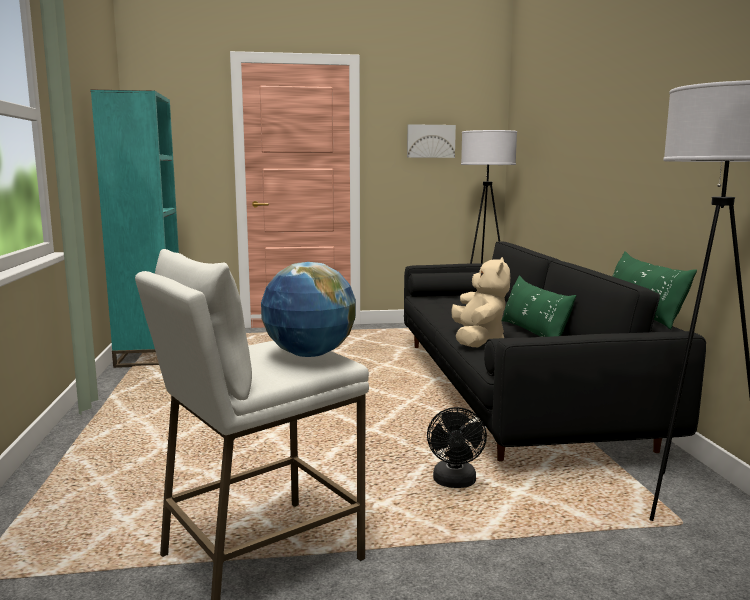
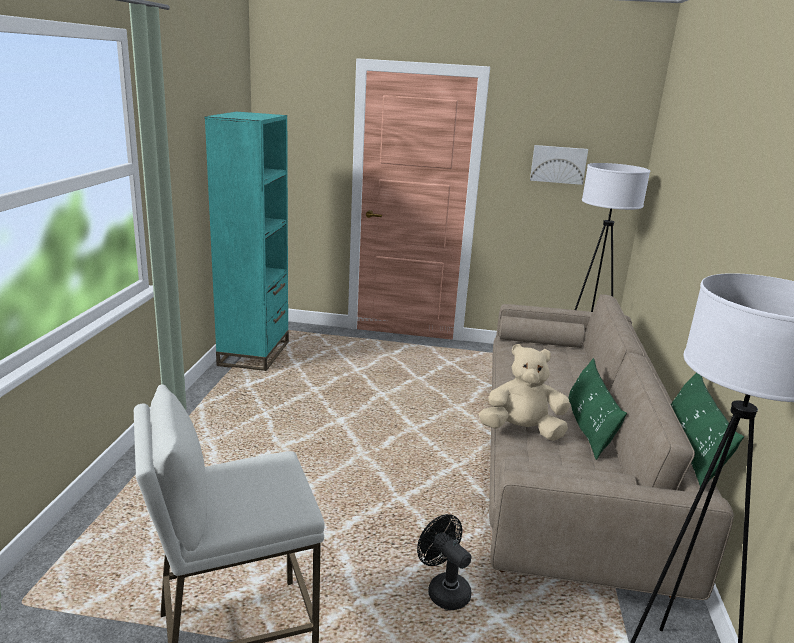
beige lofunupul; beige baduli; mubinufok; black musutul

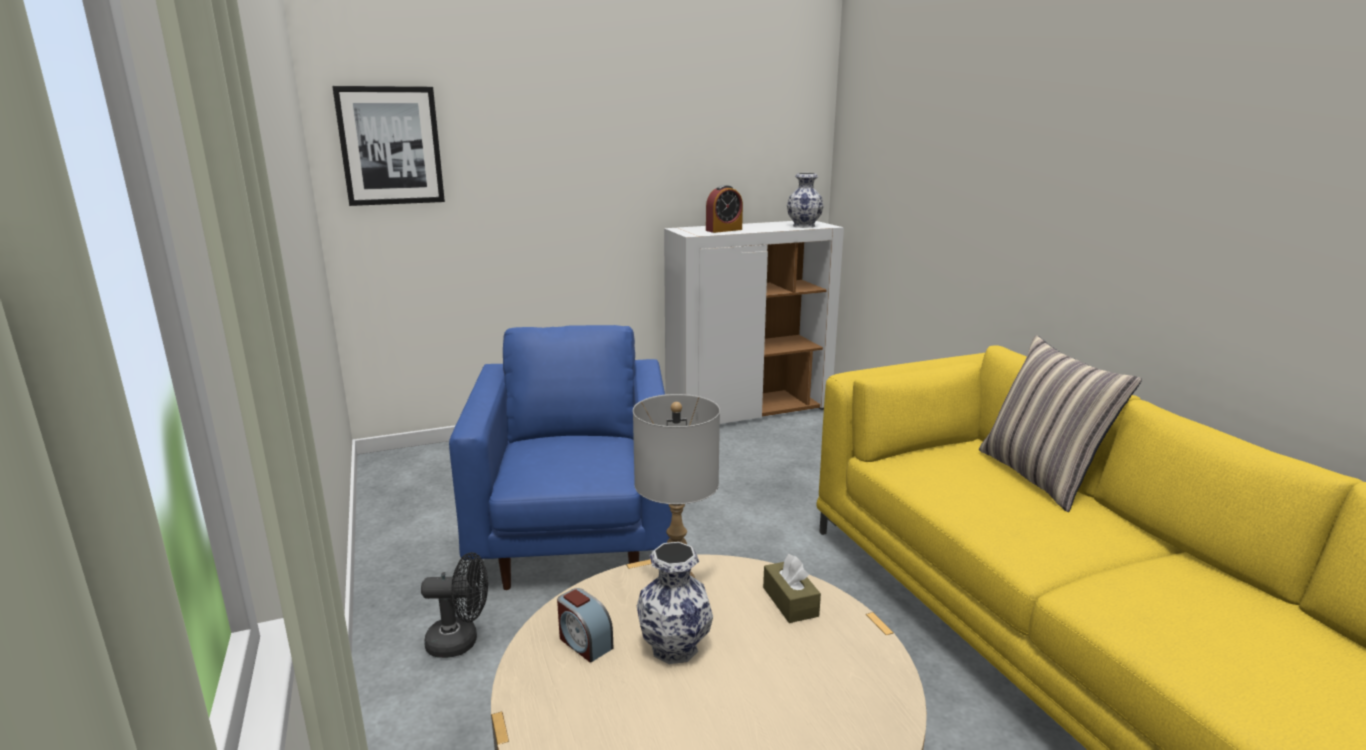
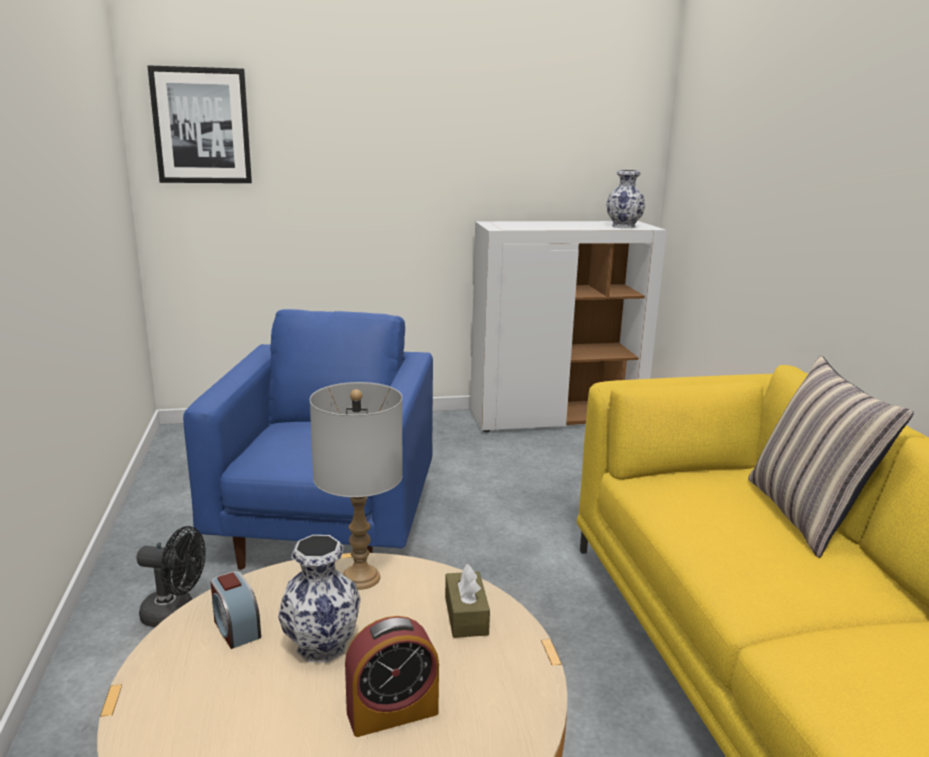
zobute (no. 2 from left)

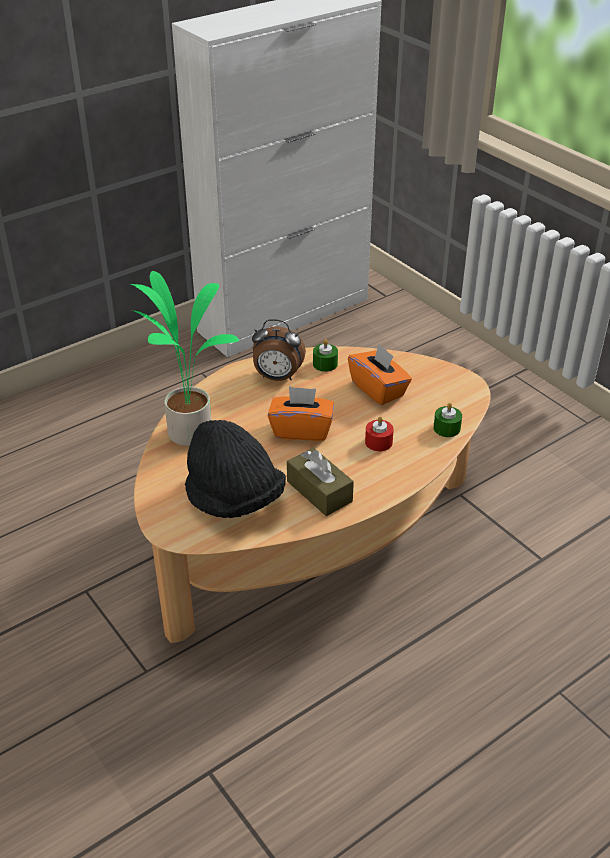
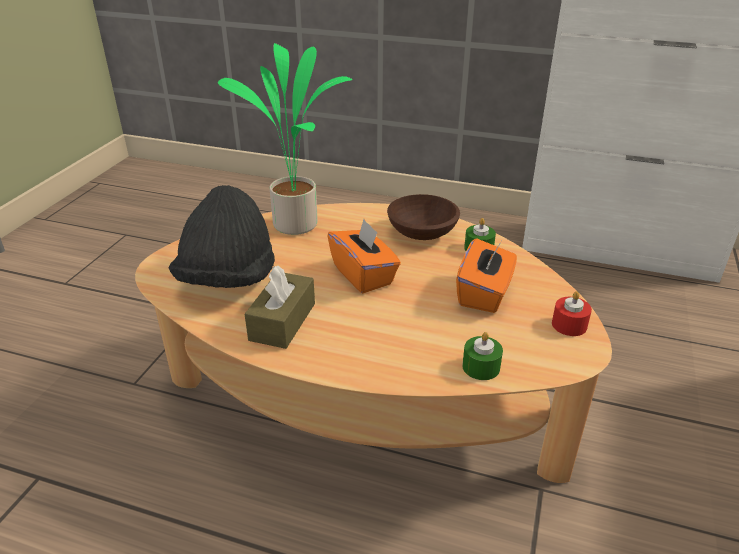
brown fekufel; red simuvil

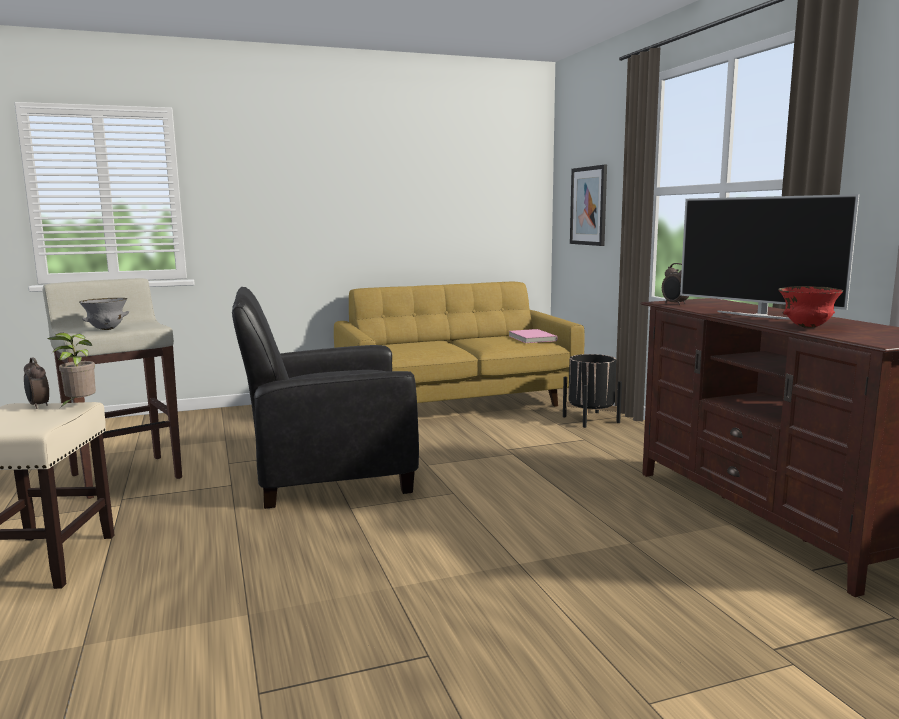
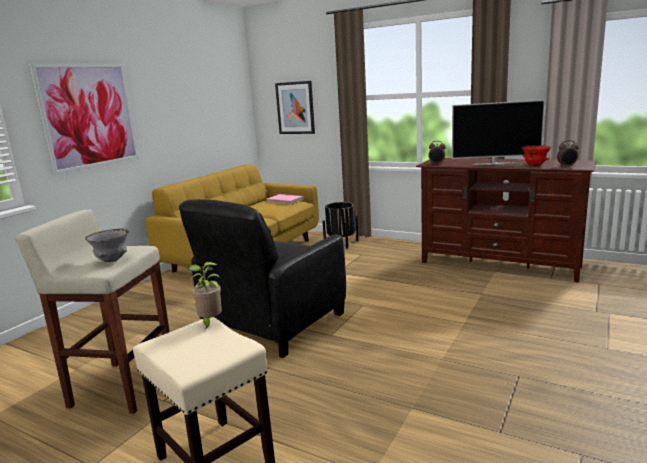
zobute (no. 2 from left); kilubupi (no. 1 from left)

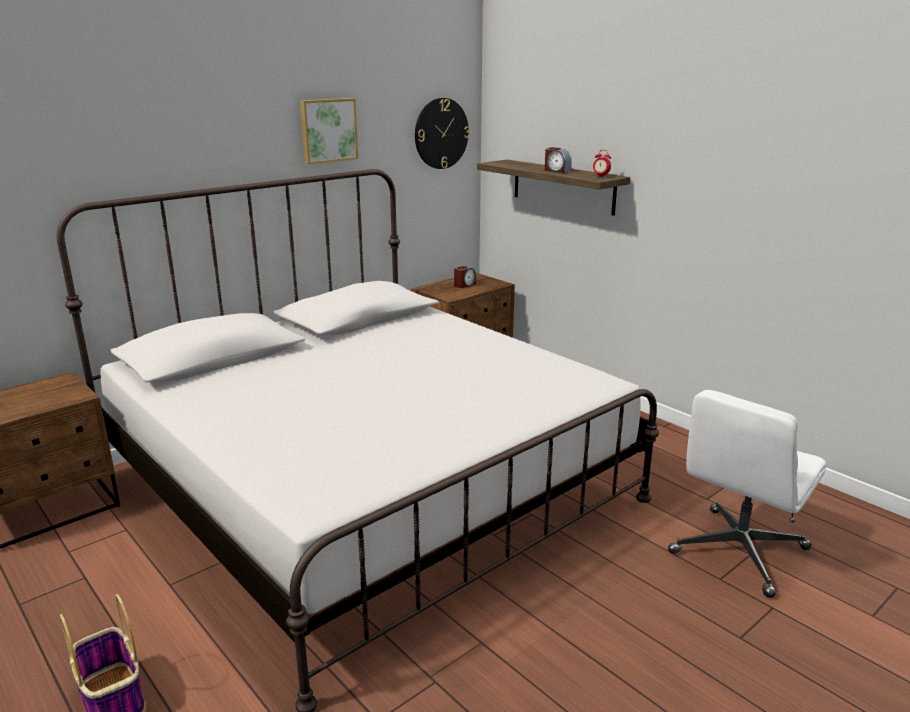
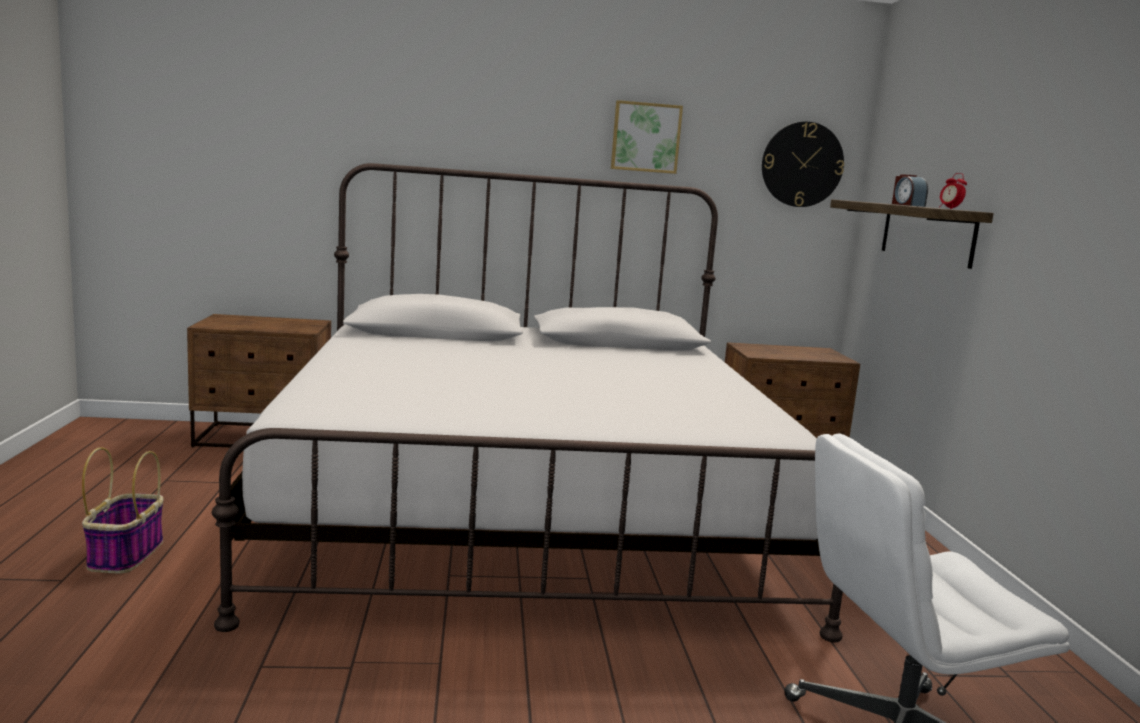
zobute (no. 1 from left in the first image)

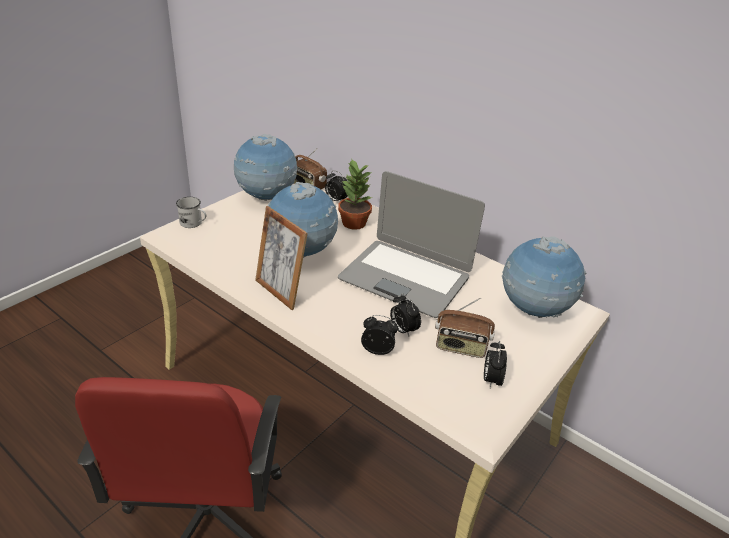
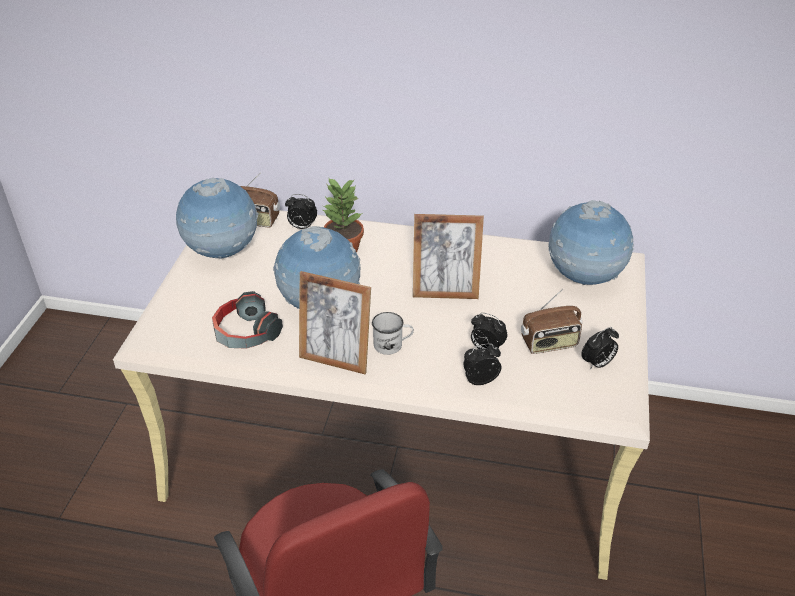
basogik (no. 2 from left); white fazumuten; zobute (no. 4 from left); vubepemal

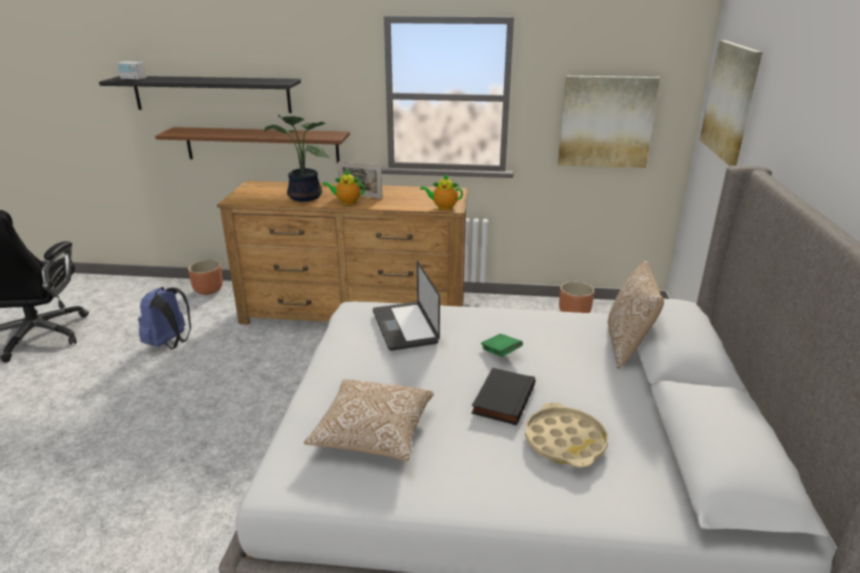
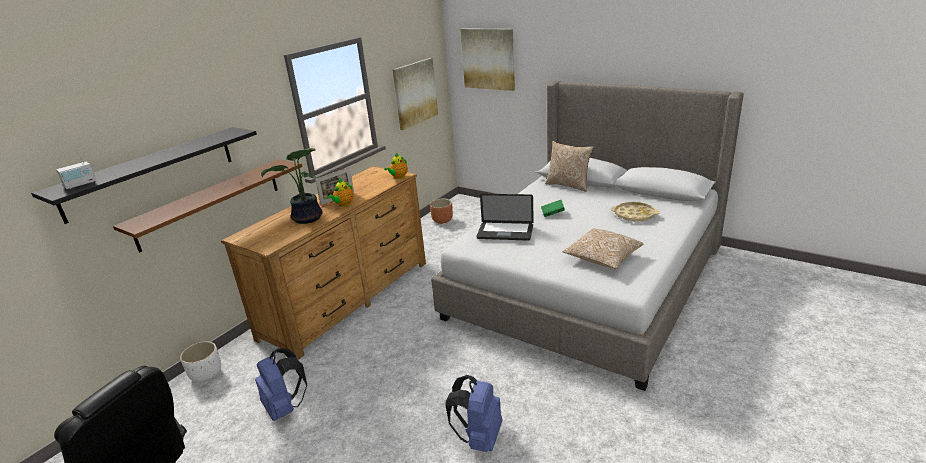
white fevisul; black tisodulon; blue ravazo (no. 2 from left)

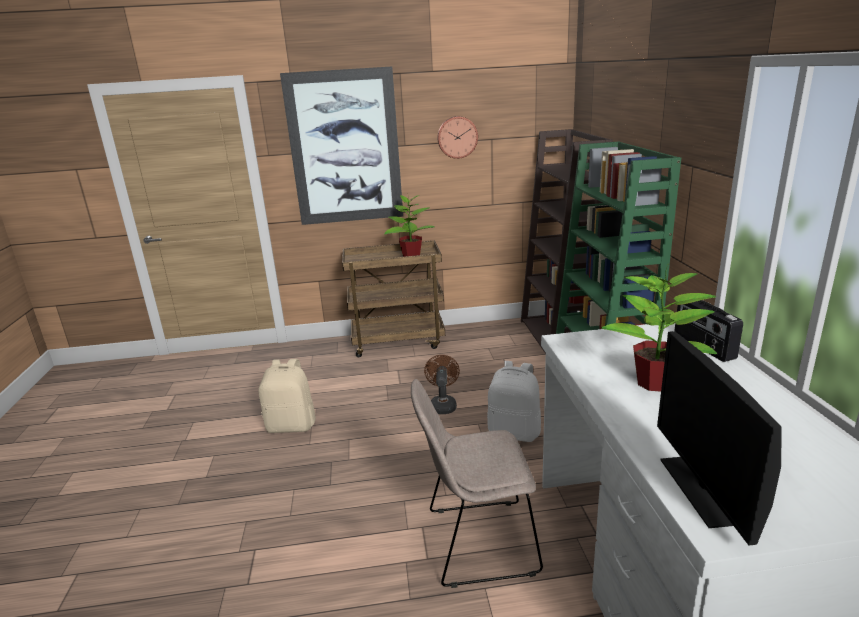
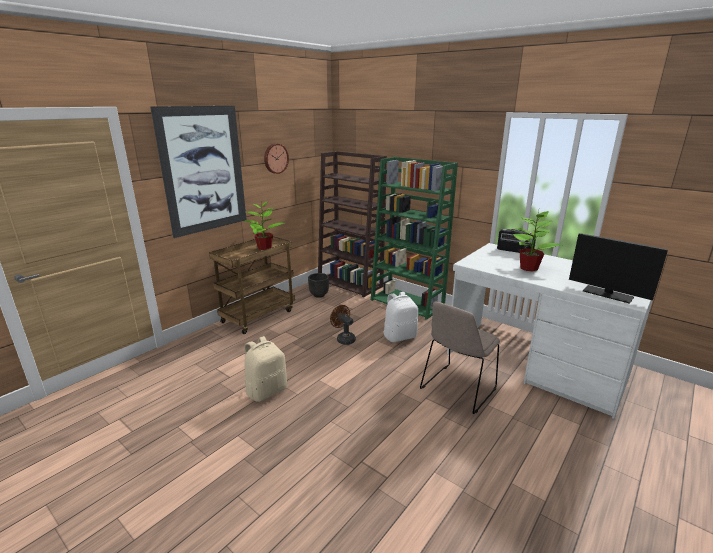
black fevisul

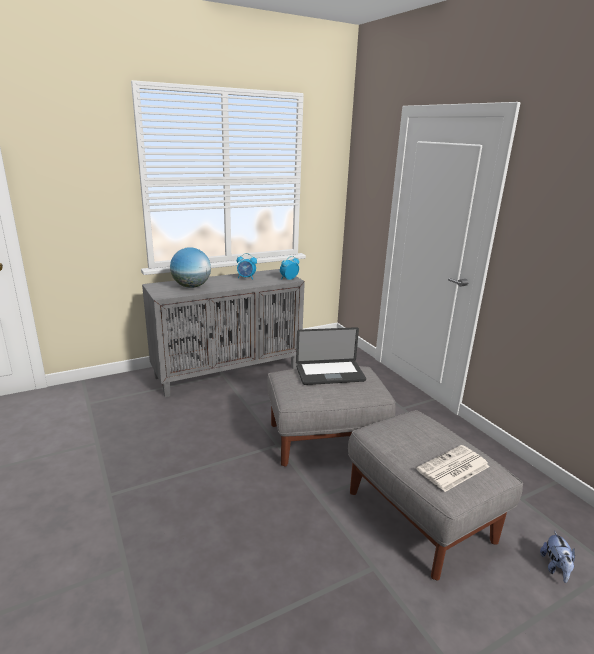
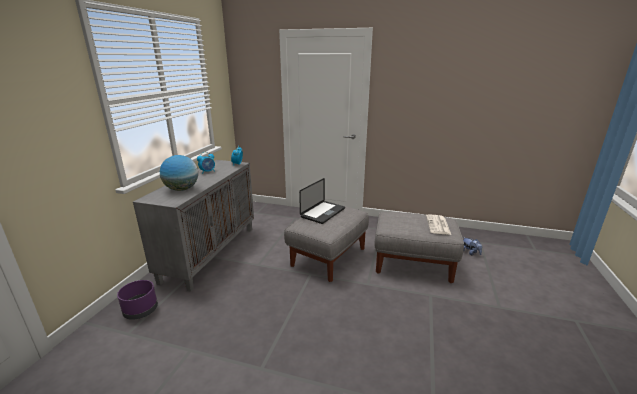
purple fevisul

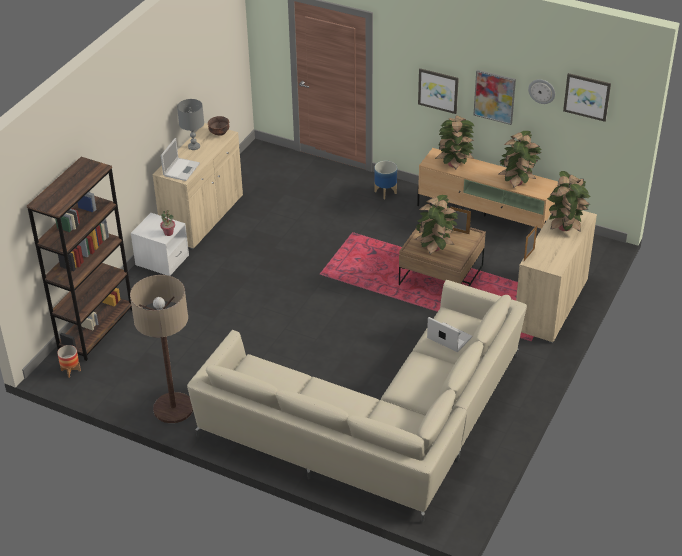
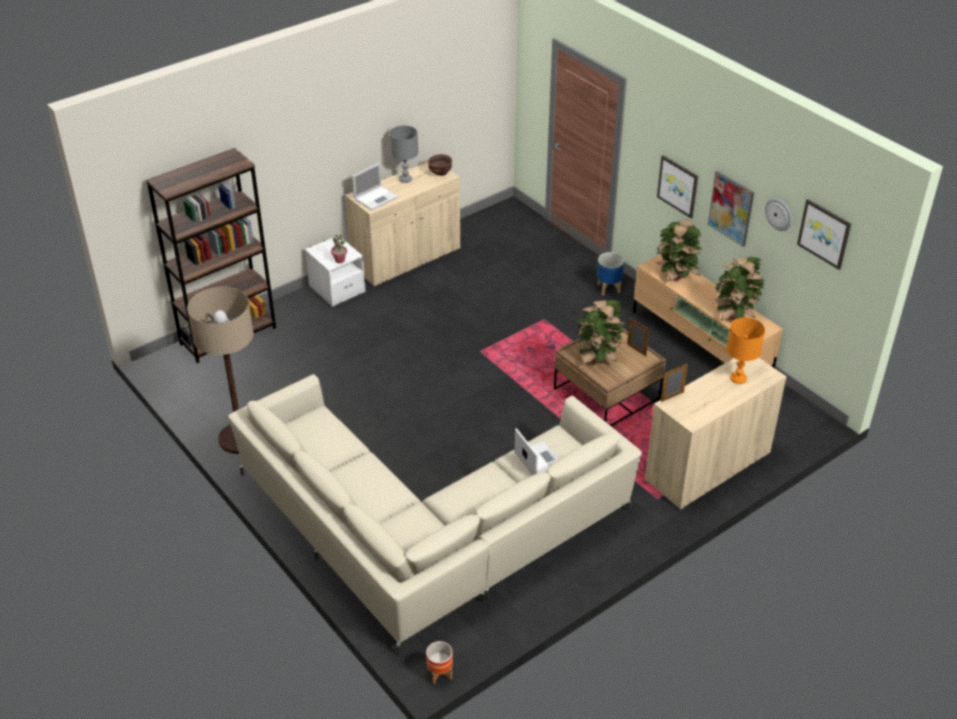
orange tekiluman; fevisul (no. 1 from left)

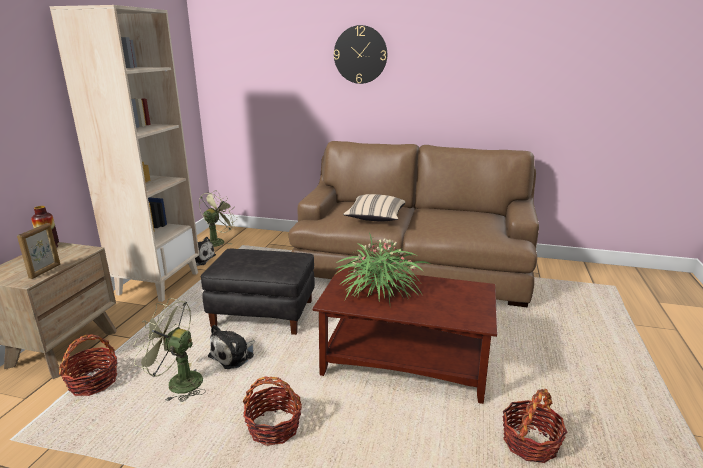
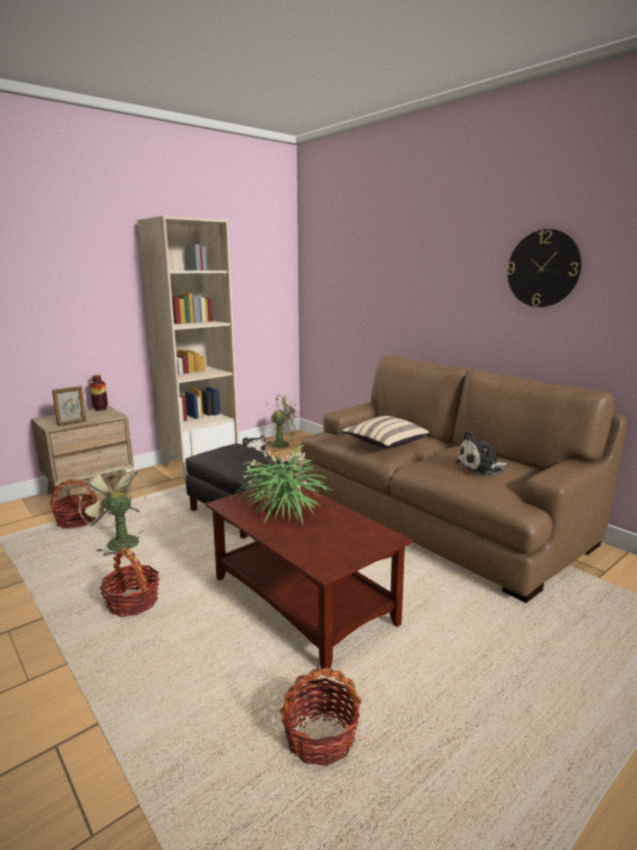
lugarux; baduli (no. 2 from left)

